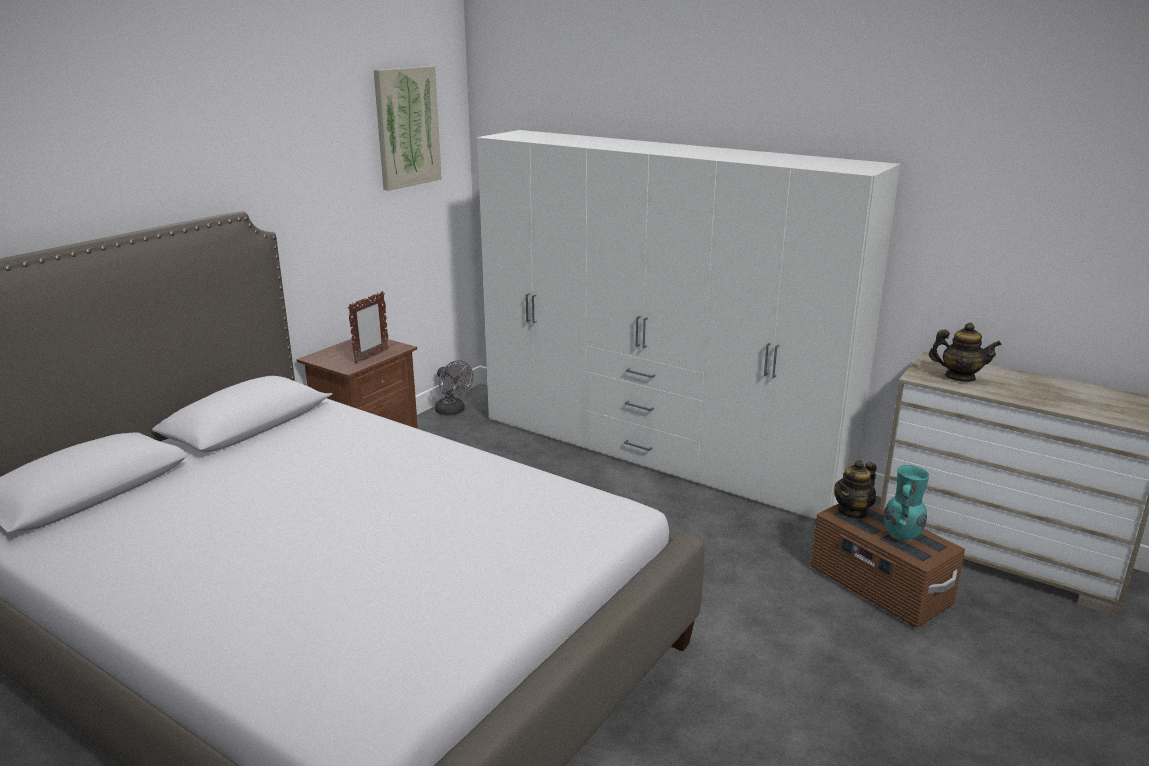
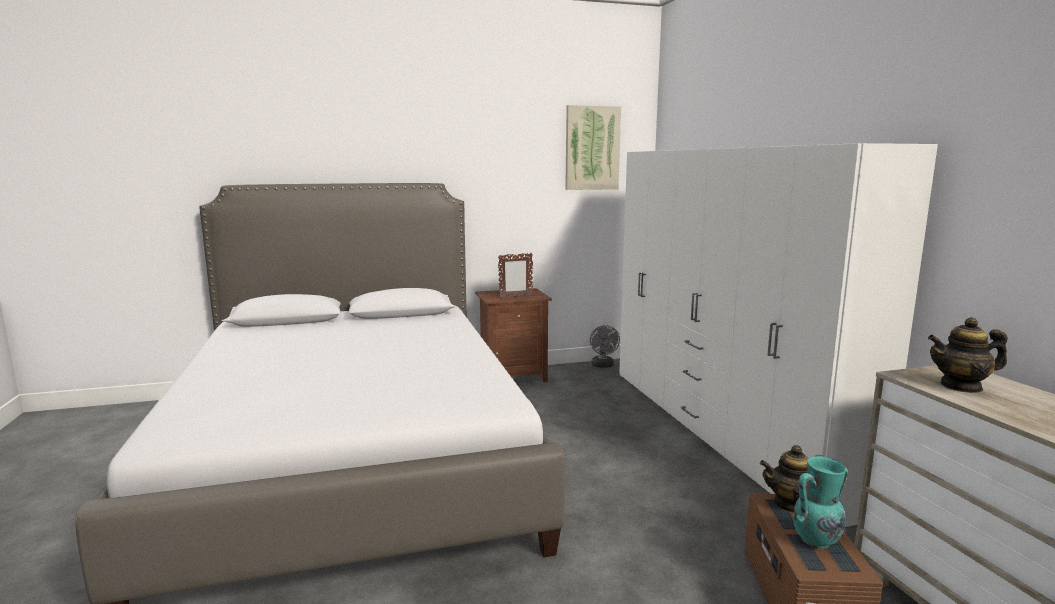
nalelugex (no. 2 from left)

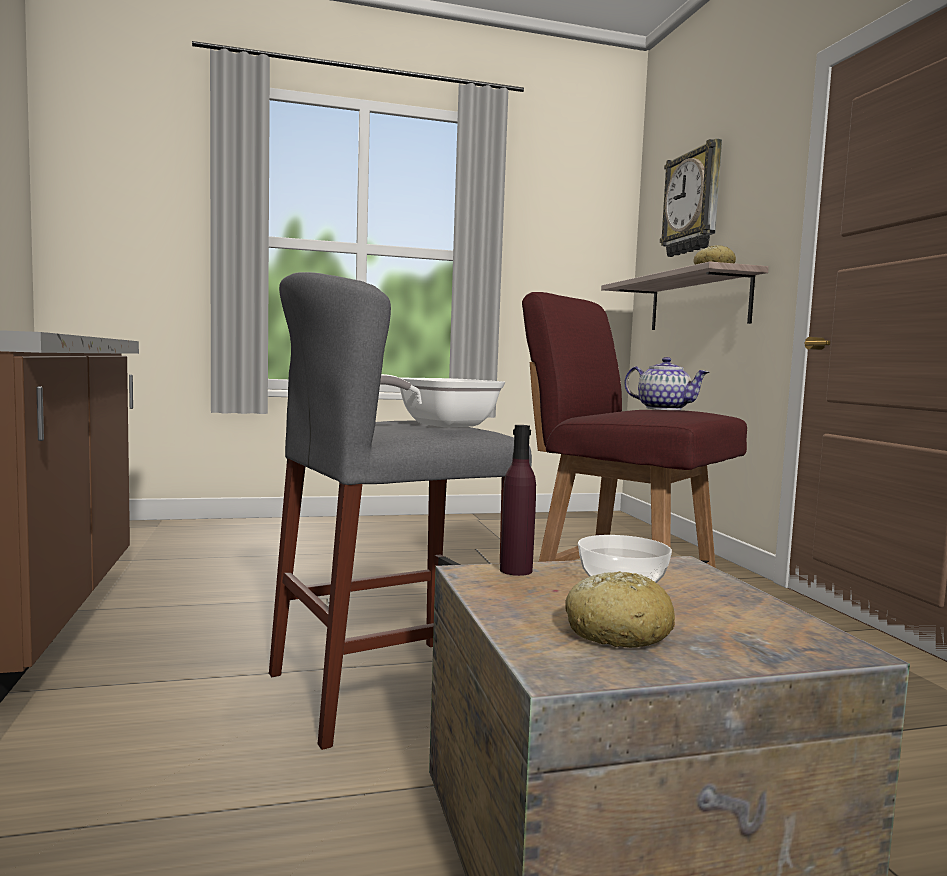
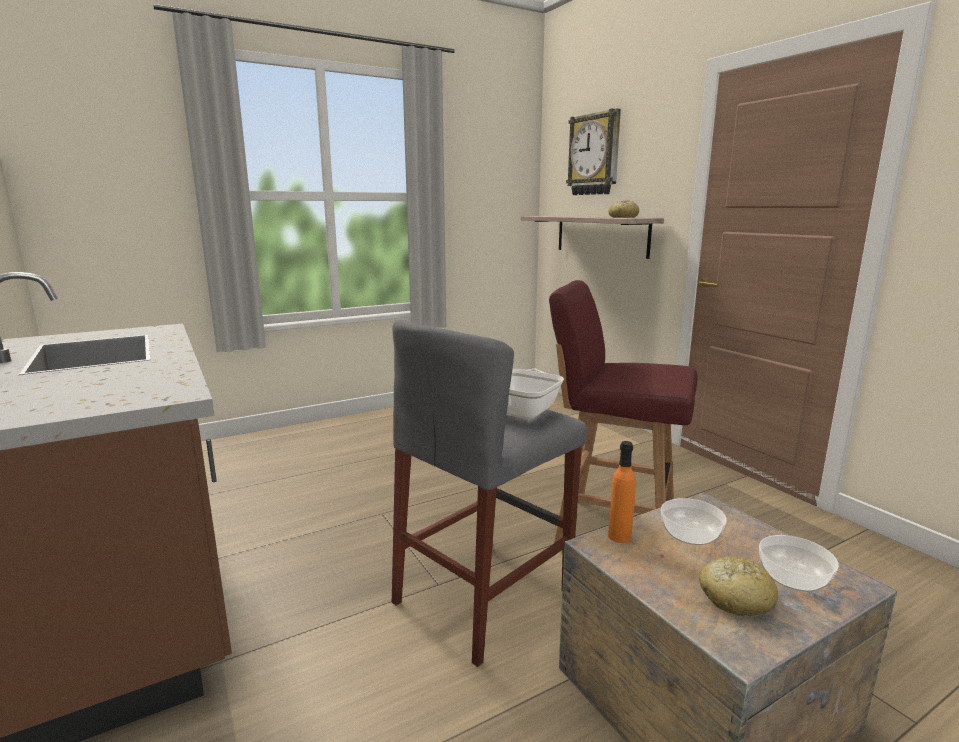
nalelugex; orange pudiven; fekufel (no. 2 from left)

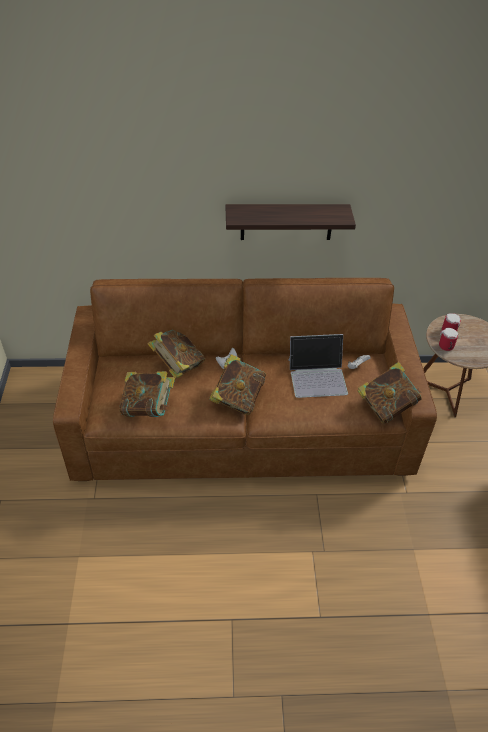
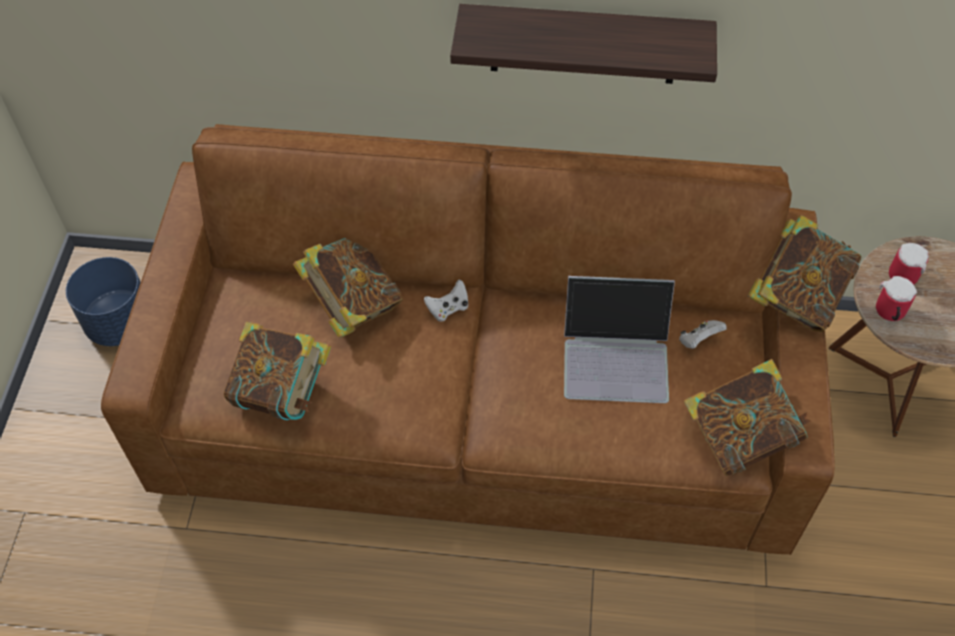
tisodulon (no. 4 from left); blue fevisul

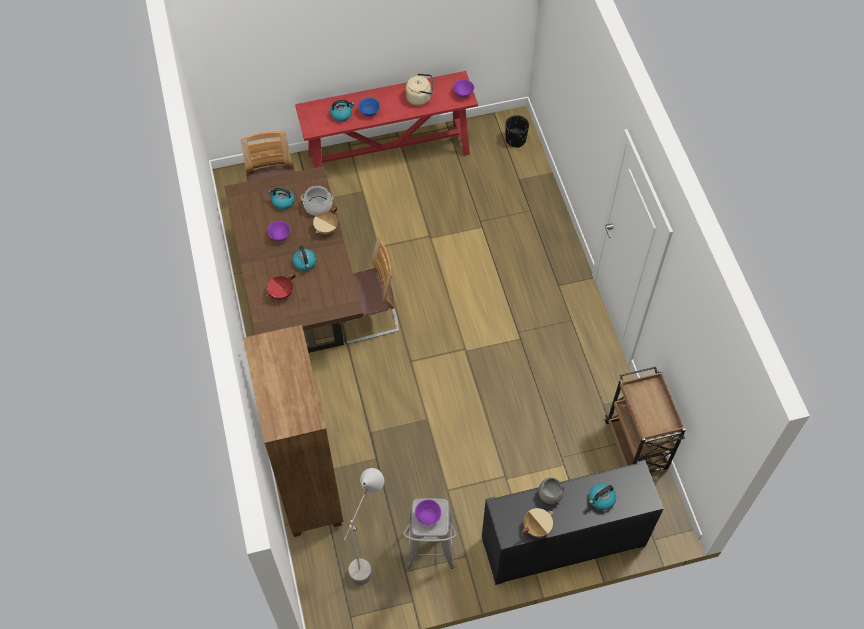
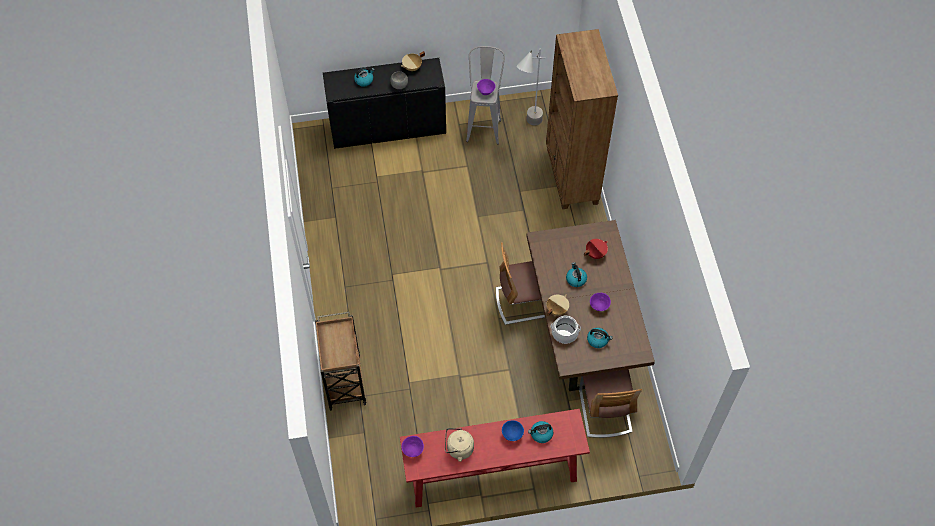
black fevisul; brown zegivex

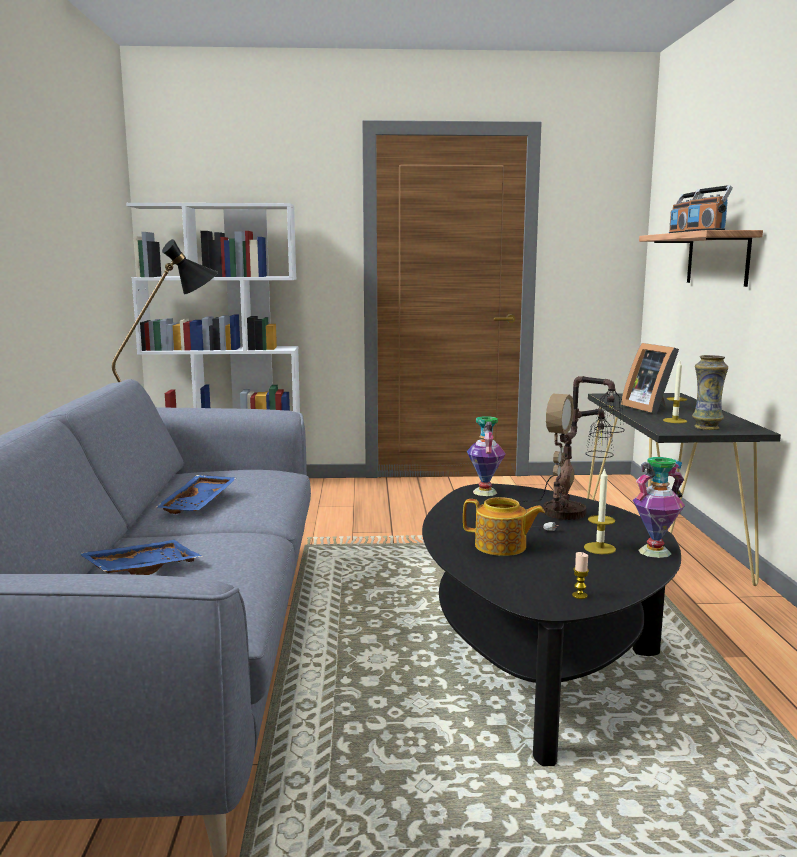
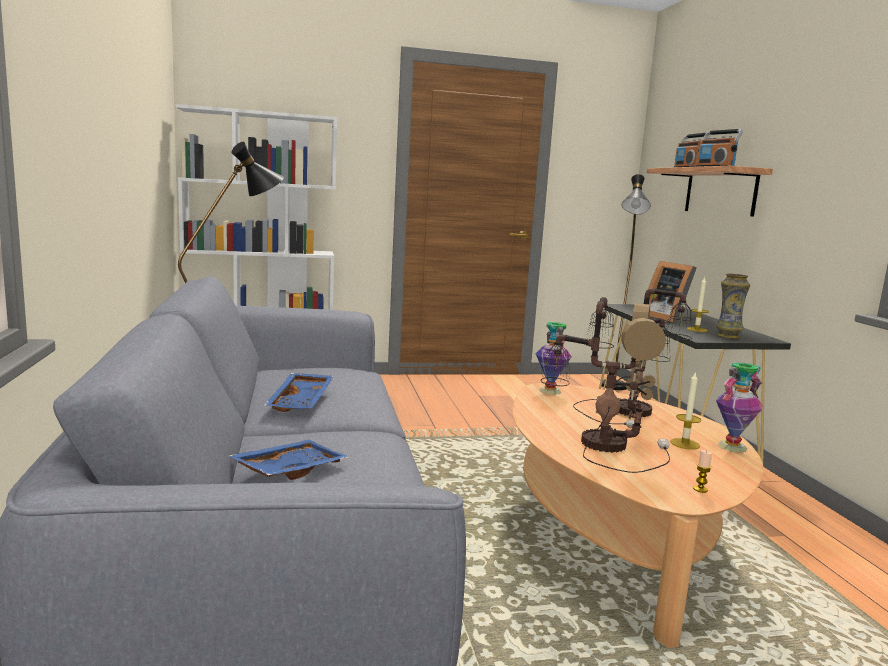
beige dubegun; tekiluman (no. 1 from left); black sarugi (no. 2 from left)

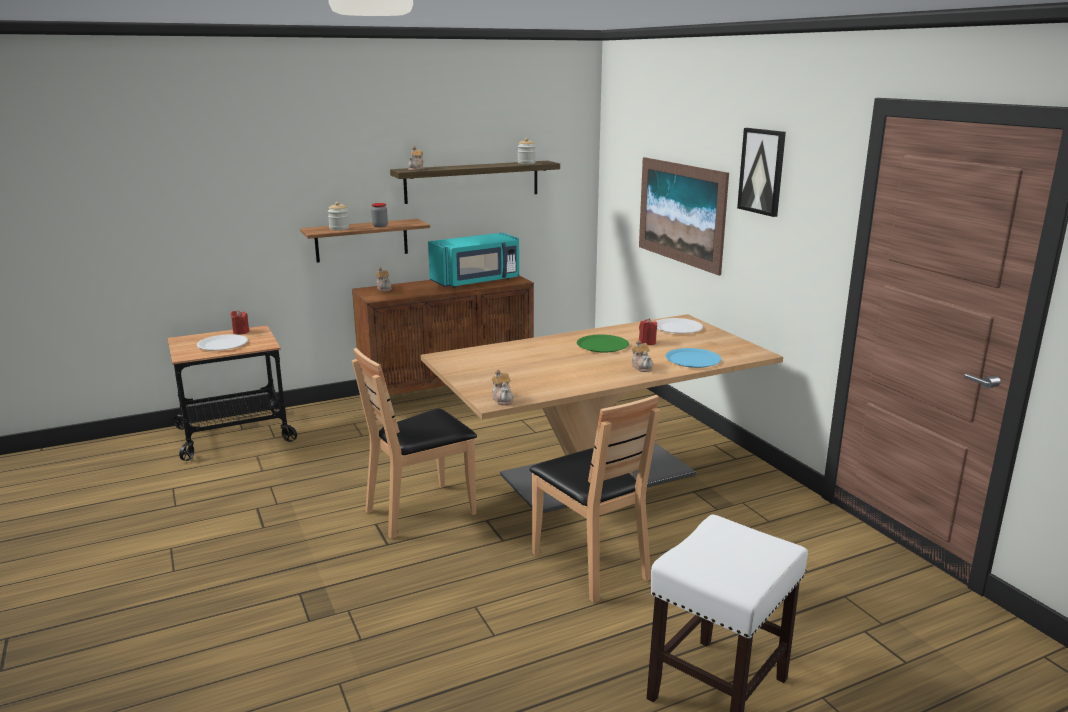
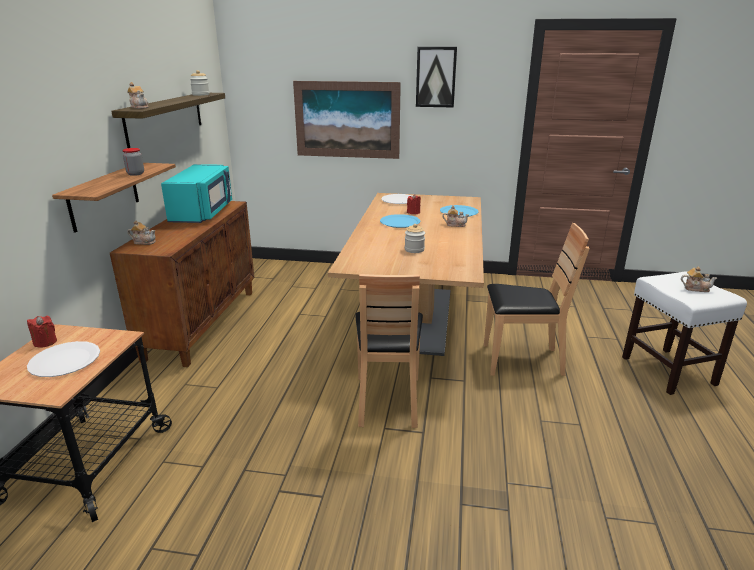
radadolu (no. 3 from left); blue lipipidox (no. 1 from left); nalelugex (no. 4 from left)

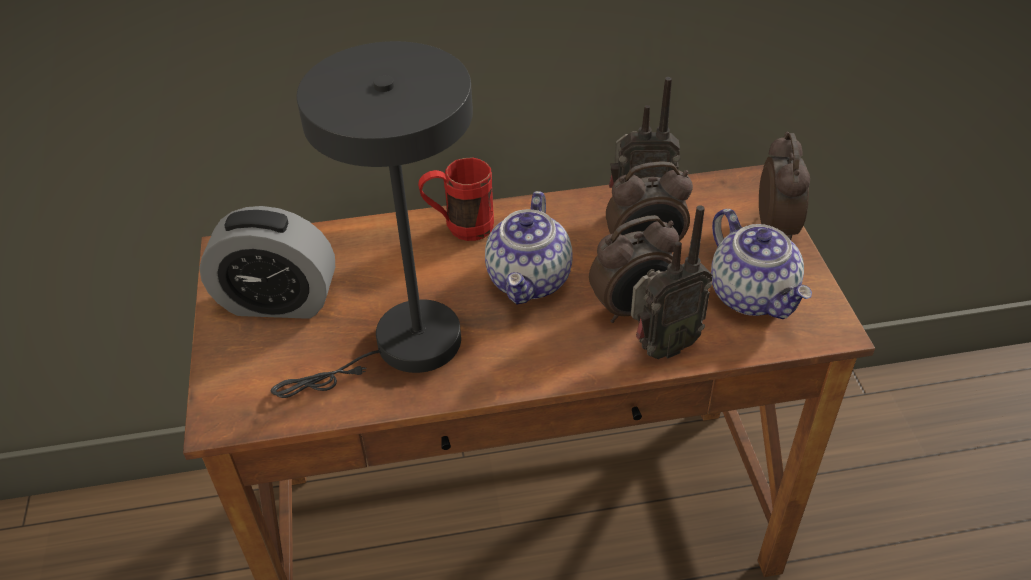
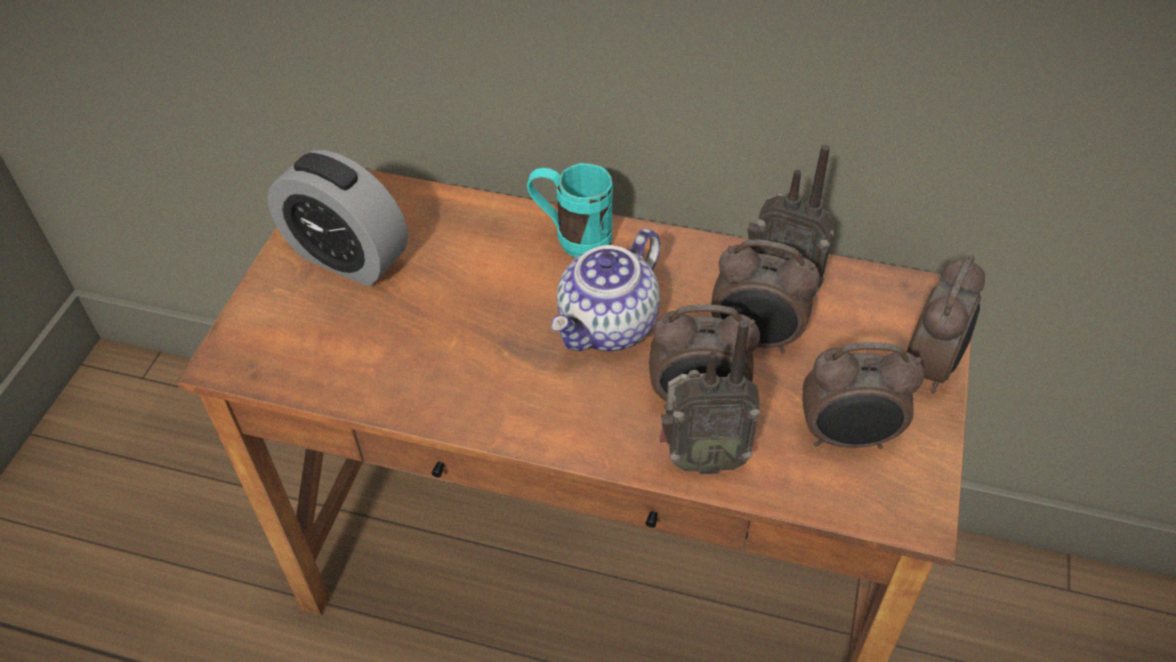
grey tekiluman; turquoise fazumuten; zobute (no. 4 from left)

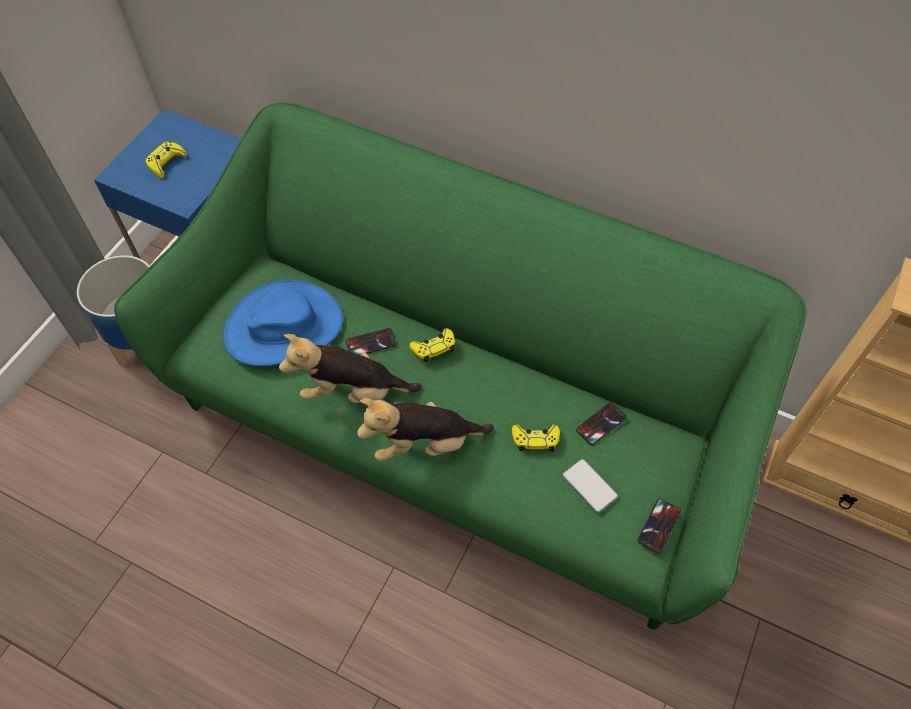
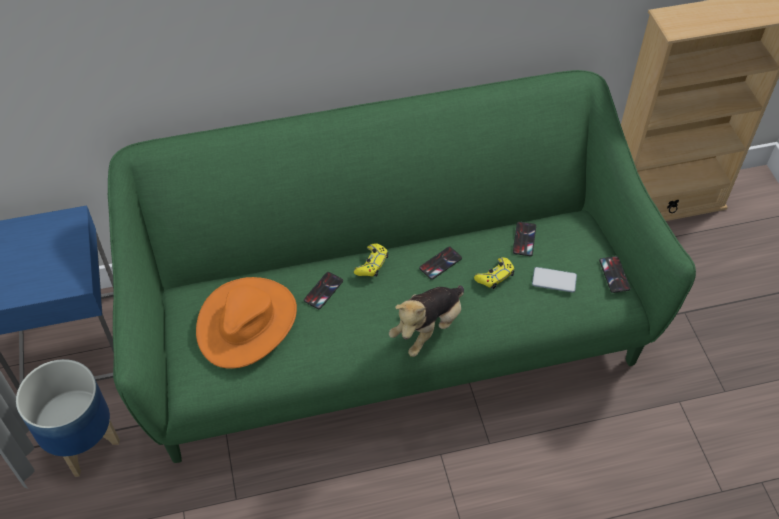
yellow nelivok (no. 1 from left in the first image); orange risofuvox; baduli (no. 1 from left in the first image); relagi (no. 2 from left)

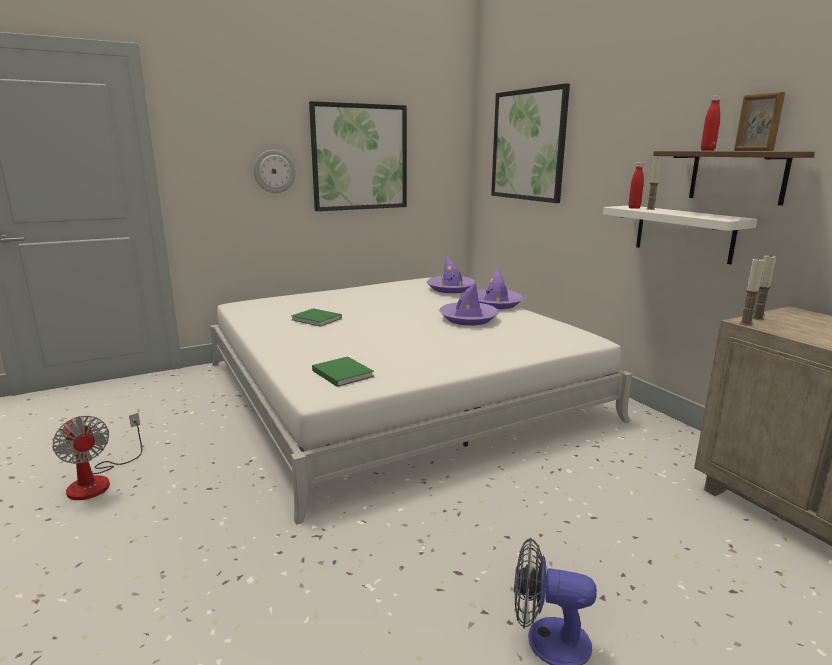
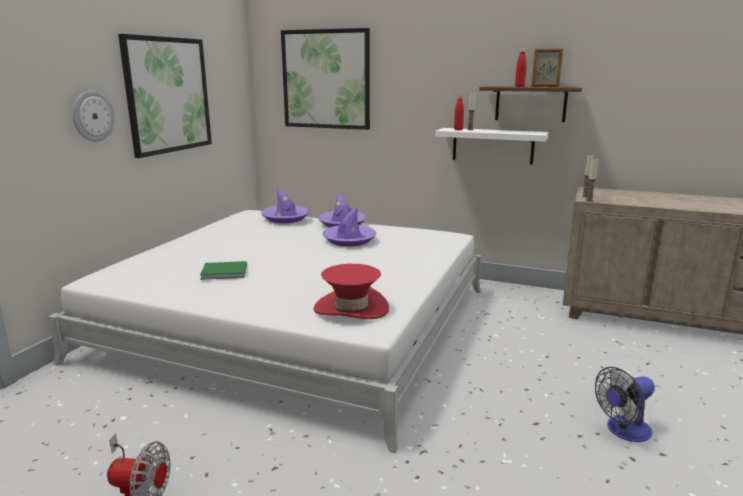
red risofuvox

